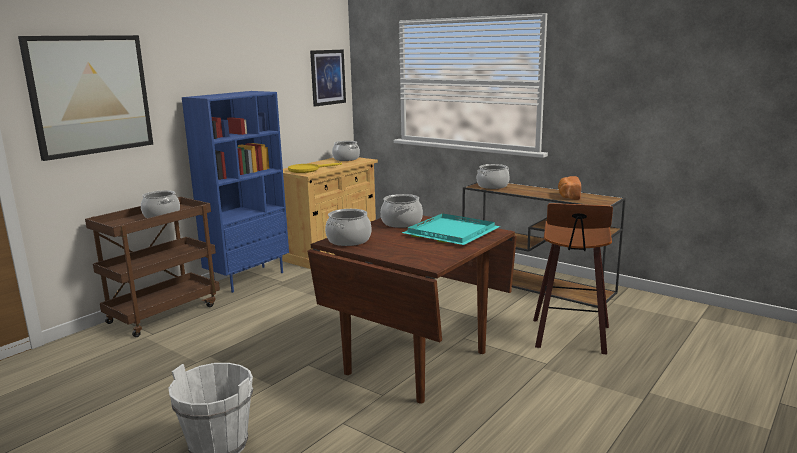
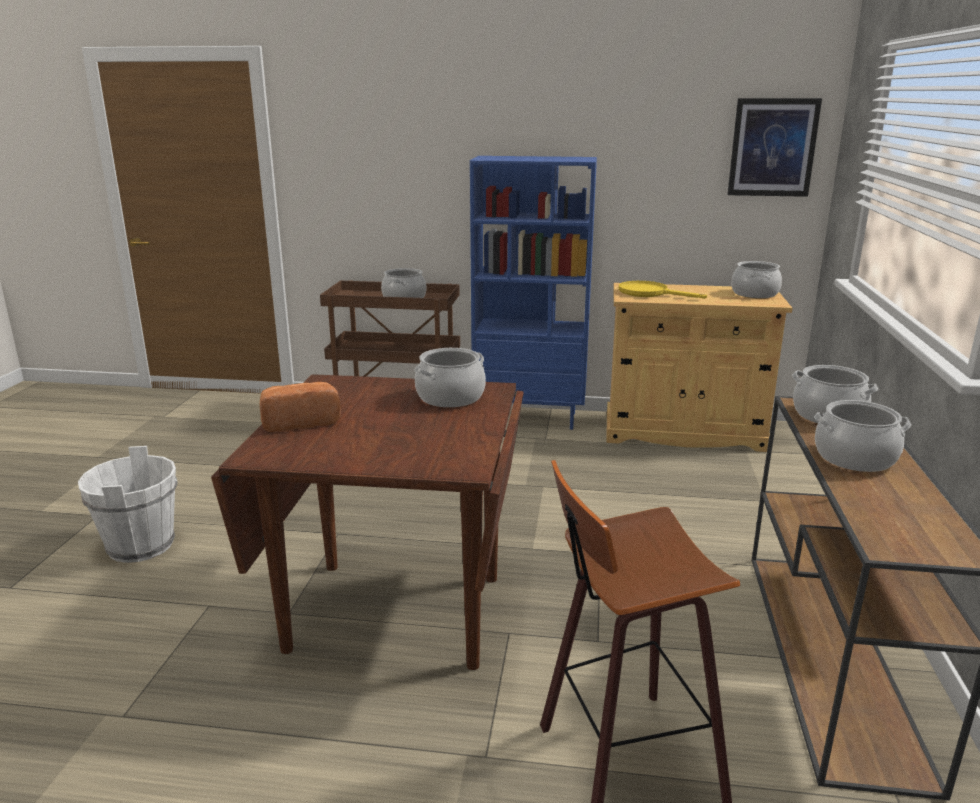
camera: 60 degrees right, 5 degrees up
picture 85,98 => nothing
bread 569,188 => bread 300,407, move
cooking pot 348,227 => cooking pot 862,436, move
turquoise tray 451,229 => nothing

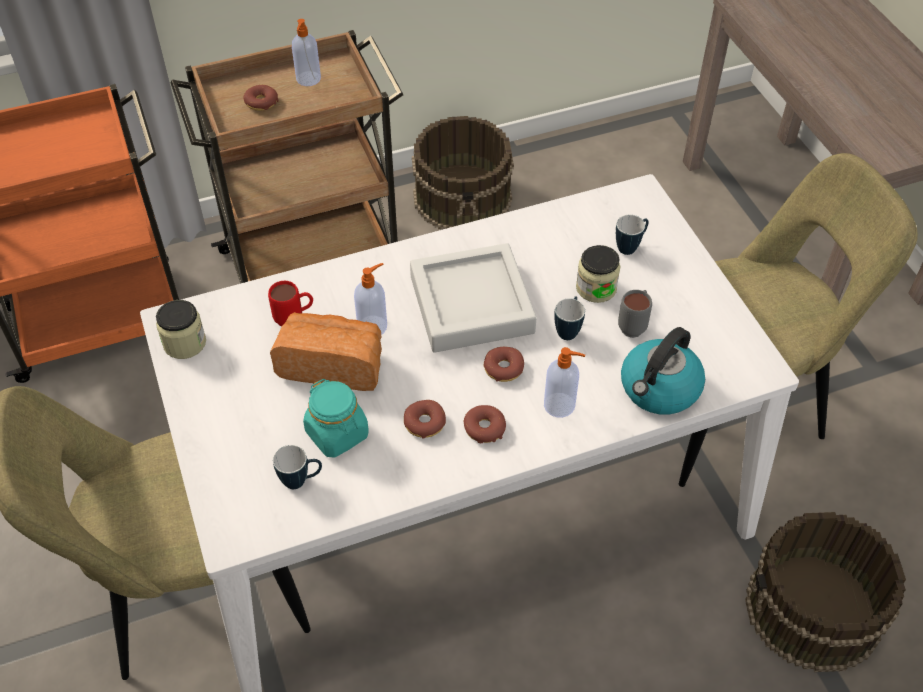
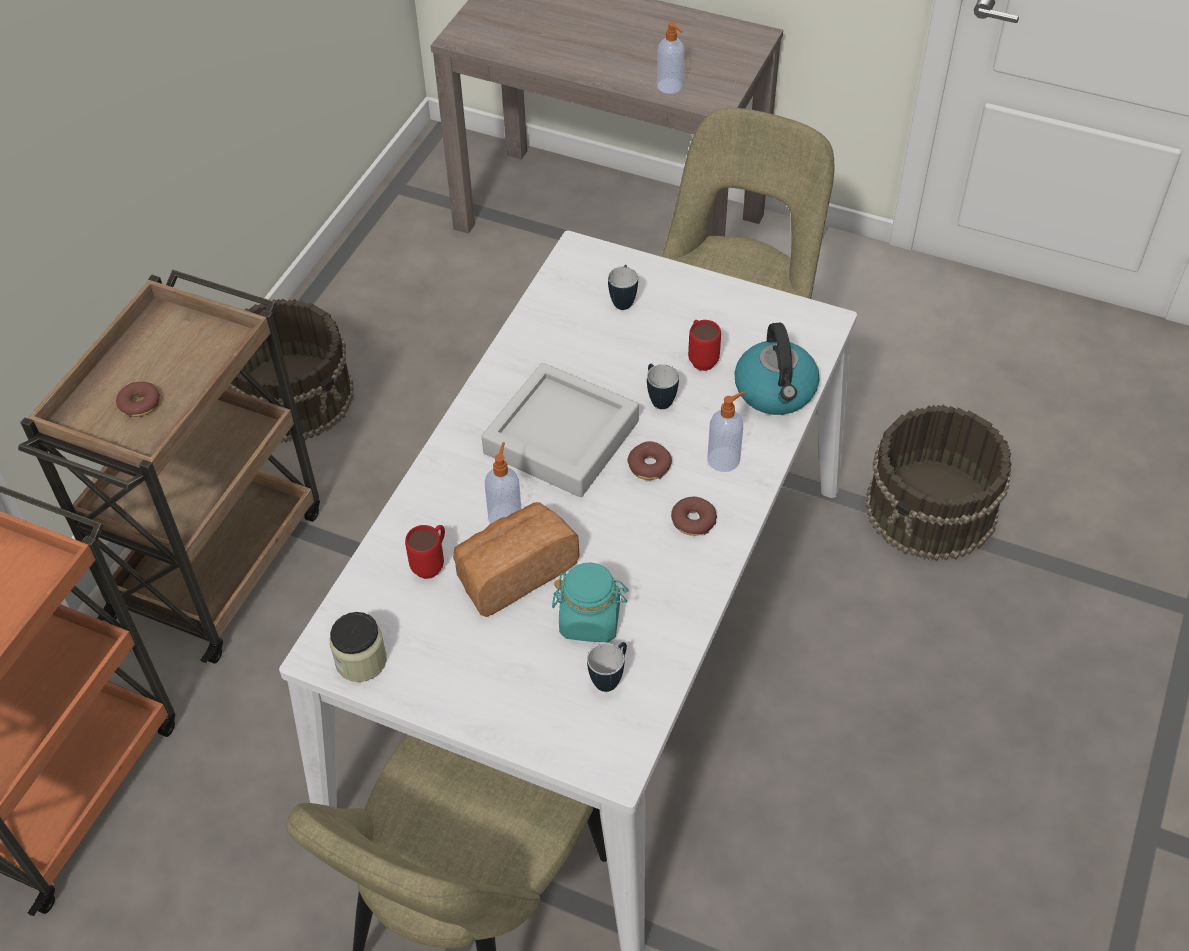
camera: 45 degrees left, 0 degrees up
soap dispenser 306,52 => soap dispenser 670,58, move
jar 598,274 => nothing
grey mug 635,314 => red mug 704,345
donut 425,419 => nothing

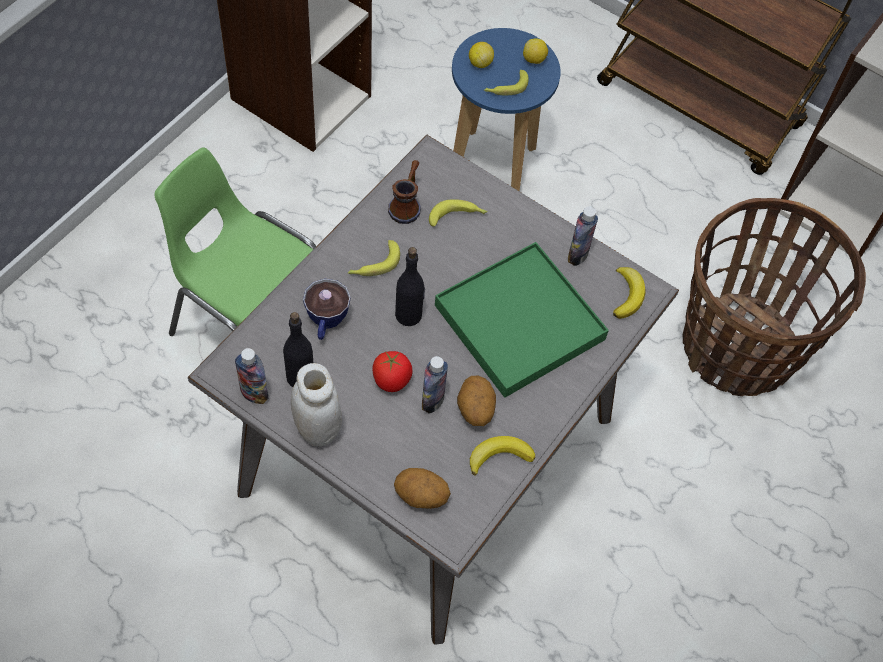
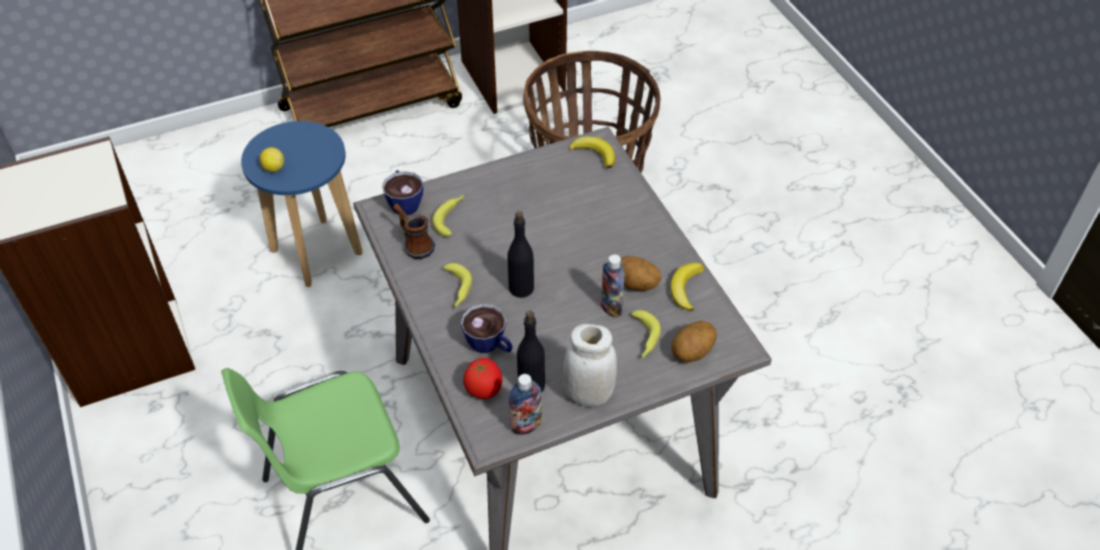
camera: 55 degrees left, 10 degrees down
lemon 535,51 => nothing
banana 506,82 => banana 646,334, move
bottle 583,236 => nothing
green tray 522,320 => nothing
tomato 393,371 => tomato 482,378, move
nothing => cup 403,192

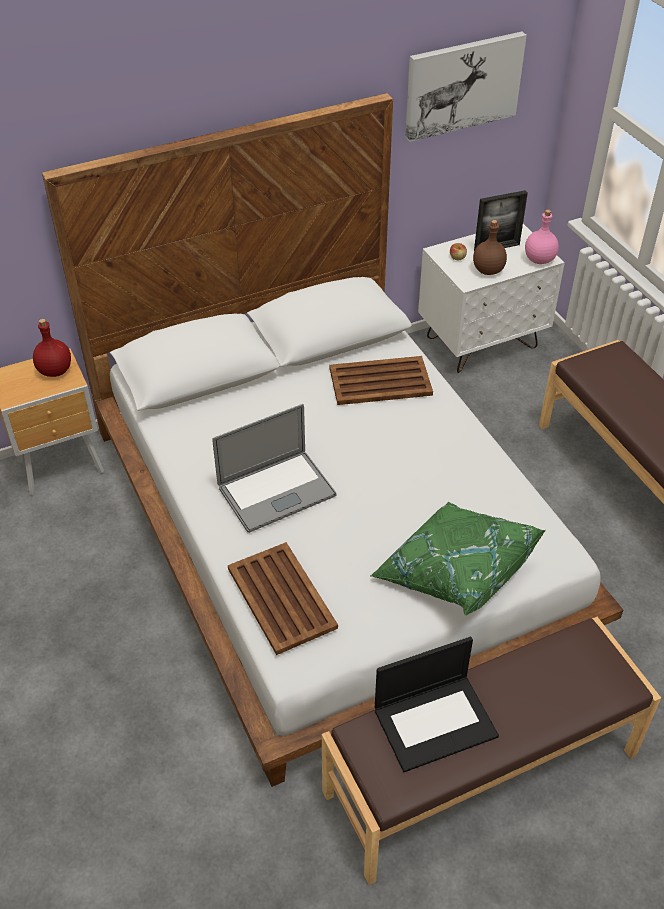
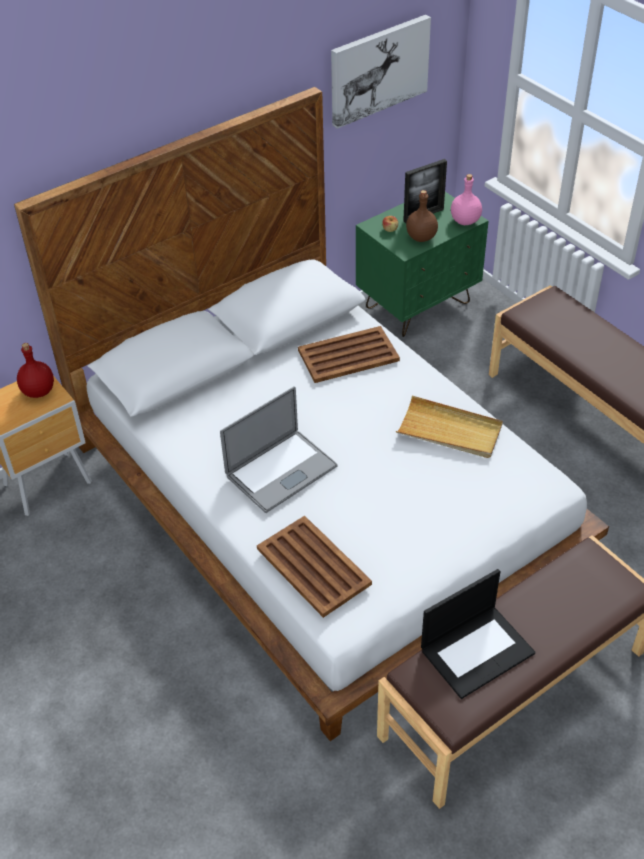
camera: 10 degrees left, 0 degrees up
white nightstand 491,298 => green nightstand 422,264
green pillow 458,559 => nothing
nothing => beige tray 449,427

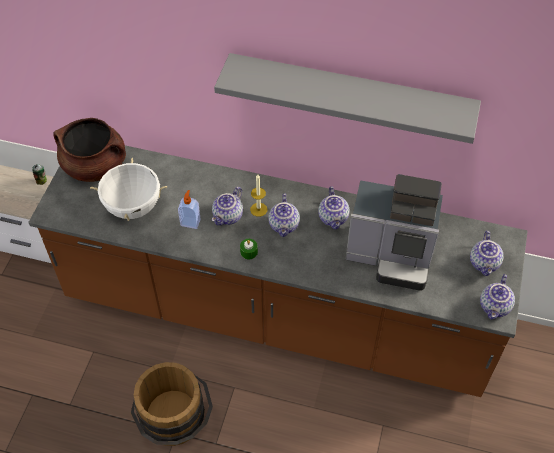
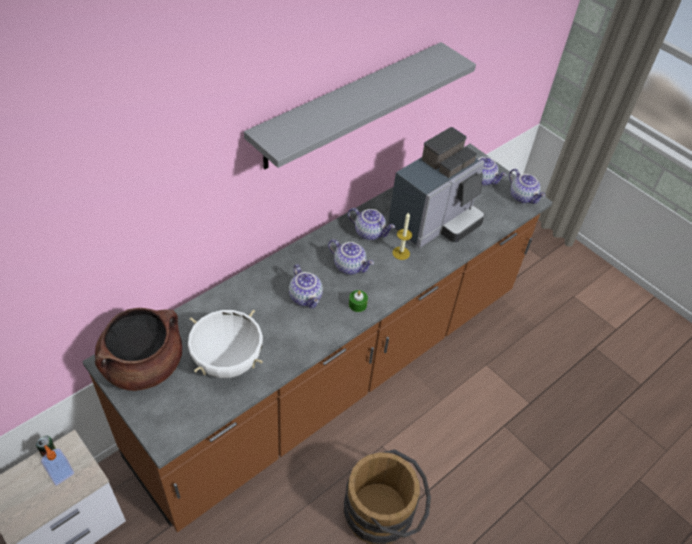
camera: 60 degrees left, 5 degrees down
candle 258,195 => candle 402,236, move
soap dispenser 189,209 => soap dispenser 57,465, move

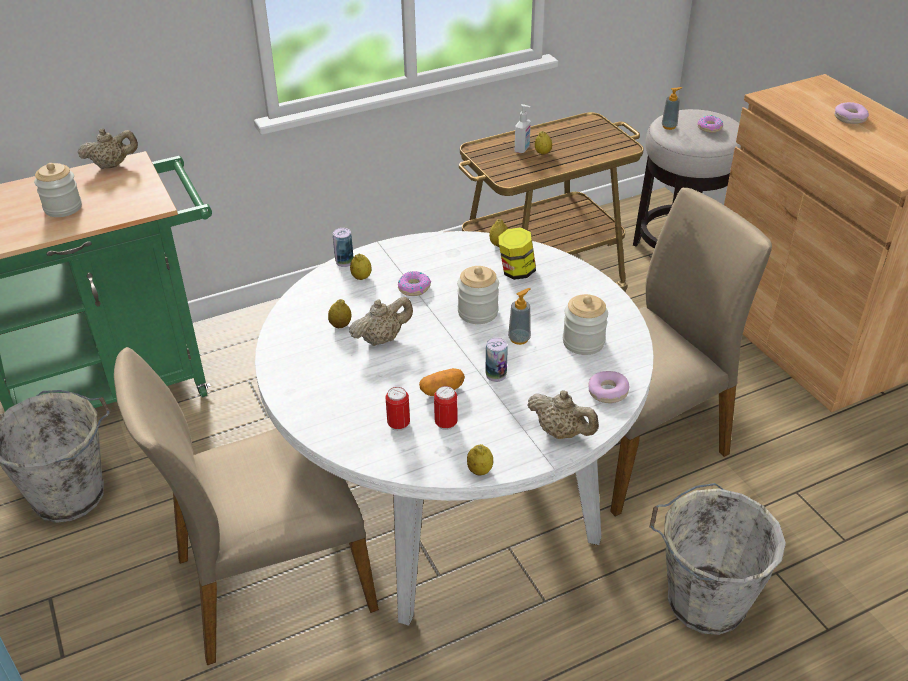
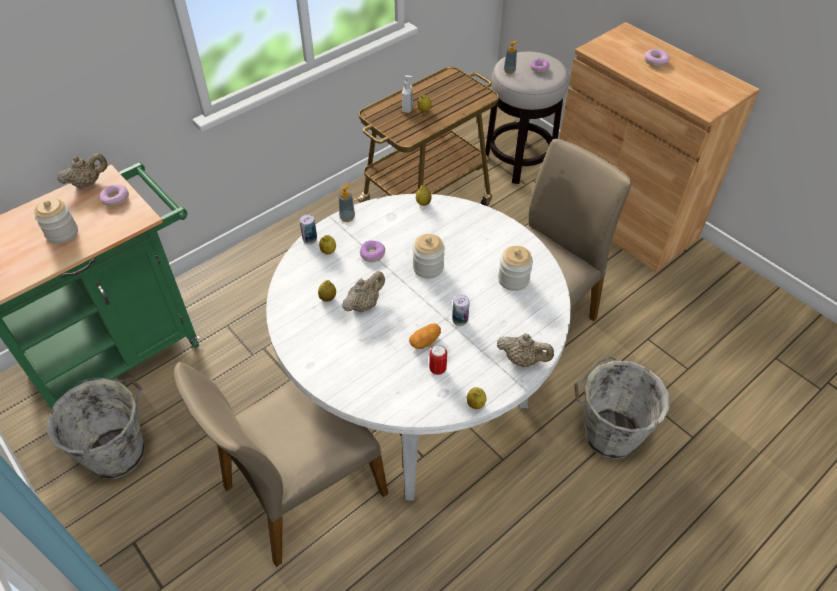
camera: 15 degrees left, 10 degrees up
jar 517,253 => nothing
soap dispenser 519,316 => soap dispenser 347,202, move
donut 609,387 => donut 114,195, move
can 397,409 => nothing

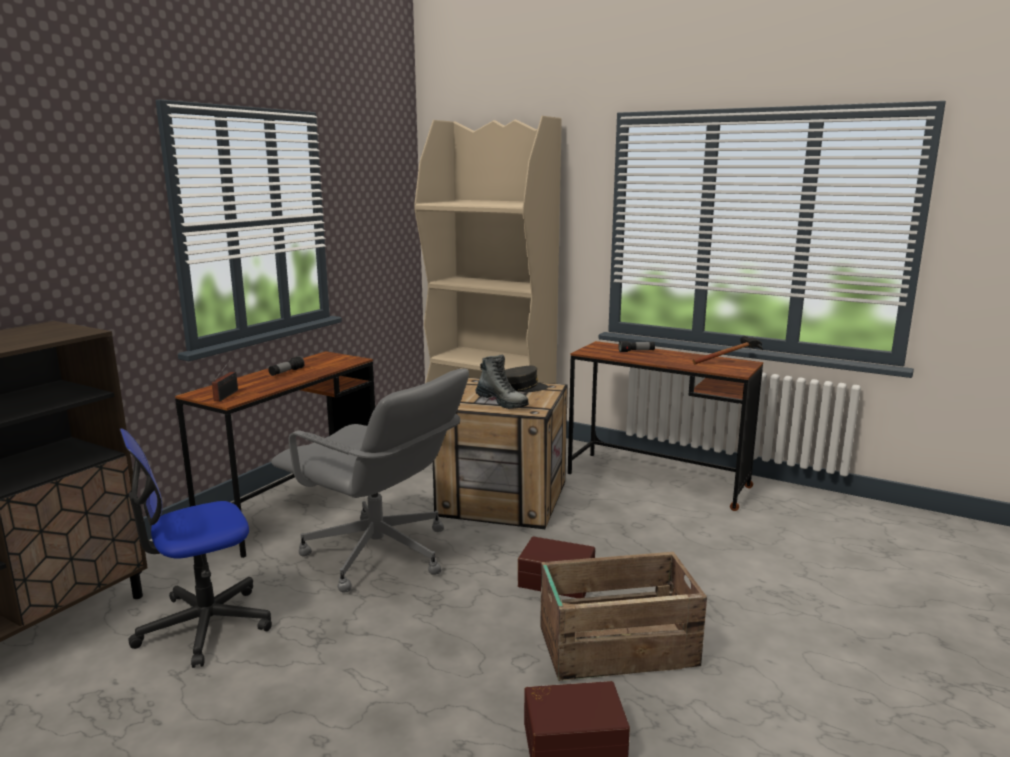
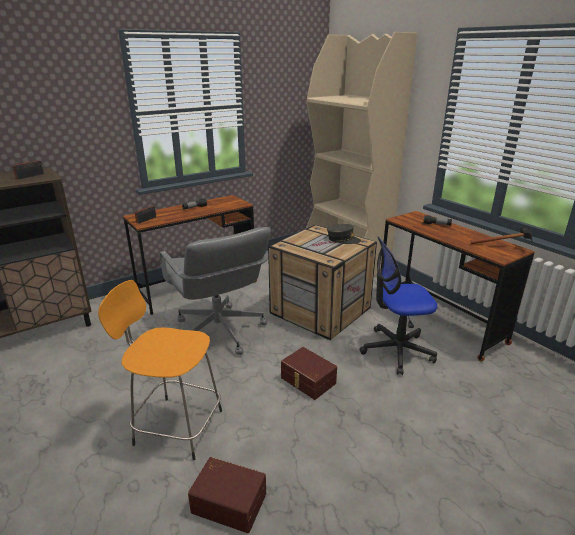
camera: 25 degrees right, 10 degrees up
boot 502,382 => nothing
office chair 195,548 => office chair 398,305, move
crate 623,616 => nothing
nothing => radio 28,166
nothing => orange stool 160,370

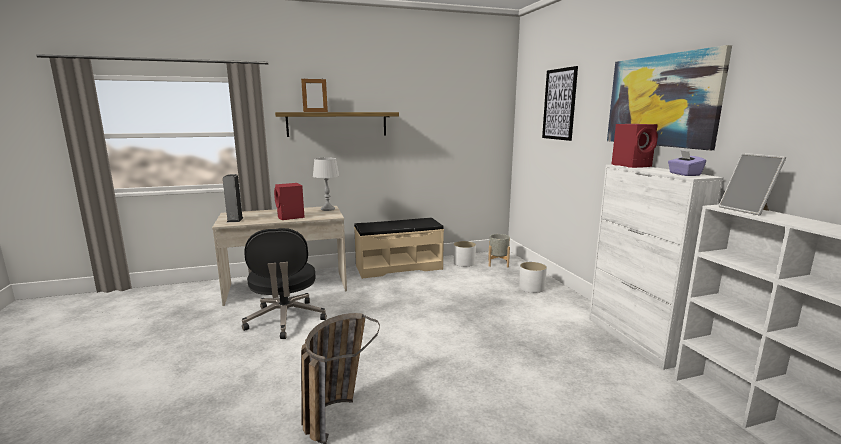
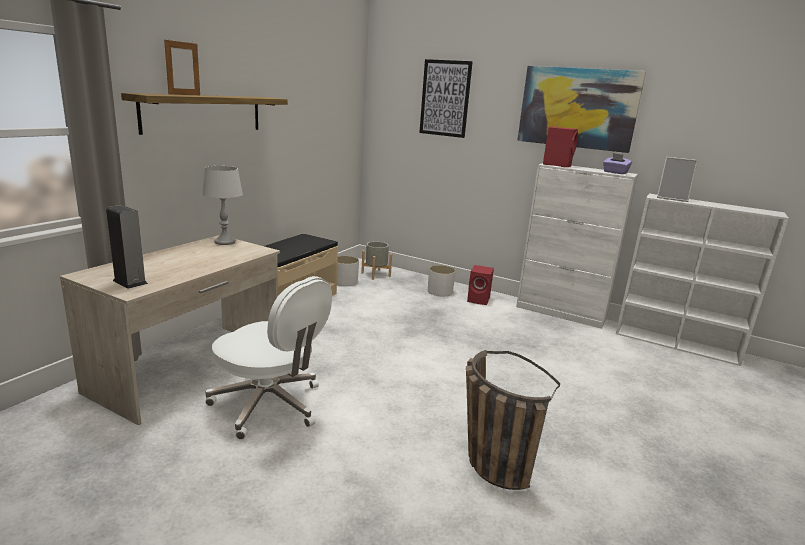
camera: 45 degrees left, 5 degrees up
red speaker 289,201 => red speaker 480,285, move
black office chair 284,283 => white office chair 268,358

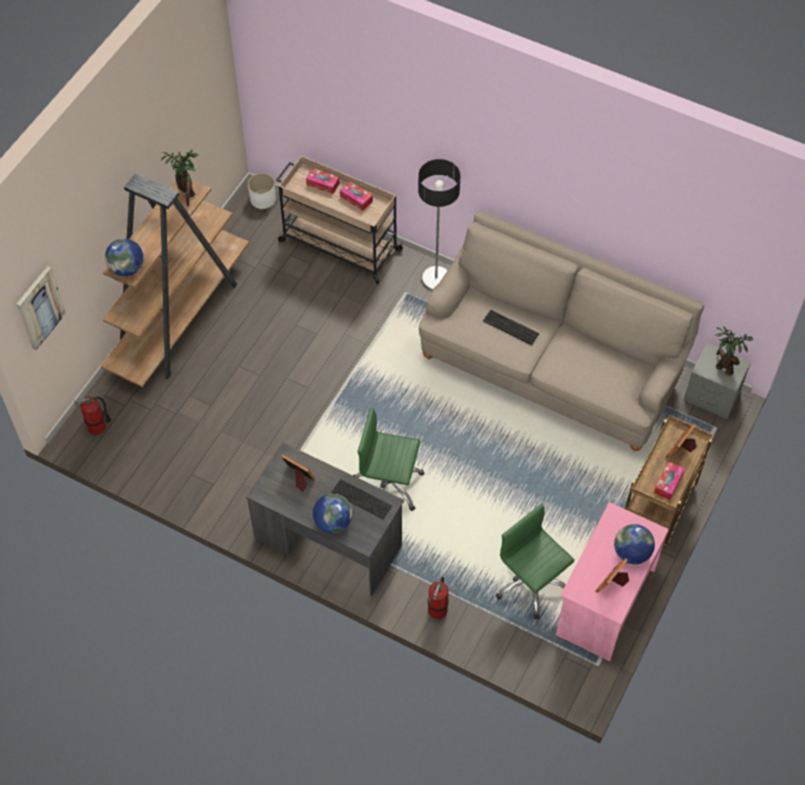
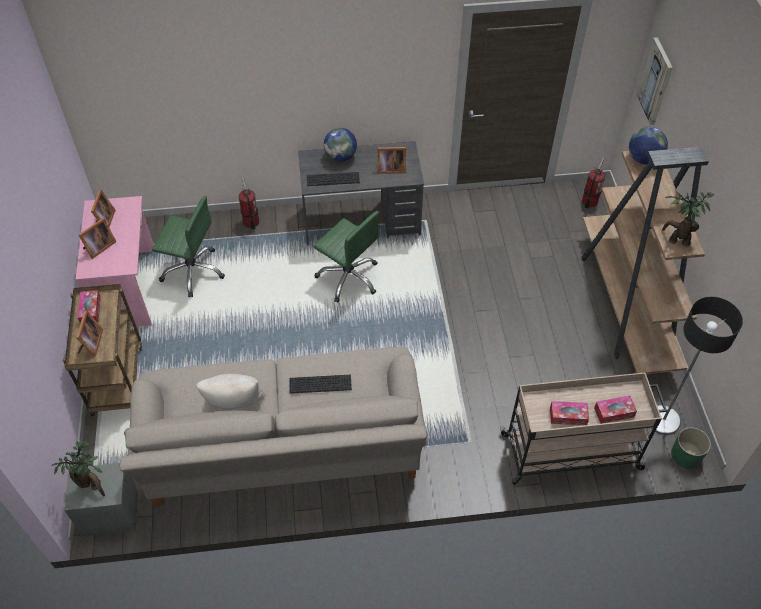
camera: 145 degrees right, 5 degrees down
floor lamp 439,225 => floor lamp 697,366, move
white planter 262,191 => green planter 691,447
green office chair 388,459 => green office chair 346,256, 60 degrees clockwise
globe 634,544 => picture frame 98,238
nothing => beige pillow 231,391

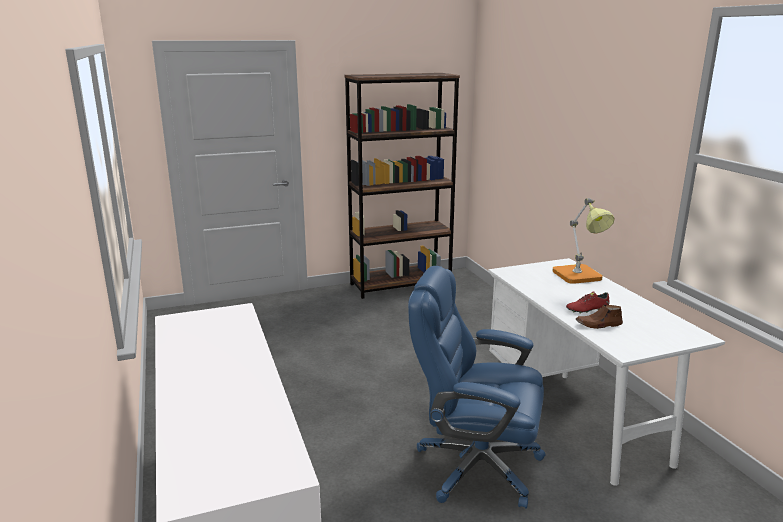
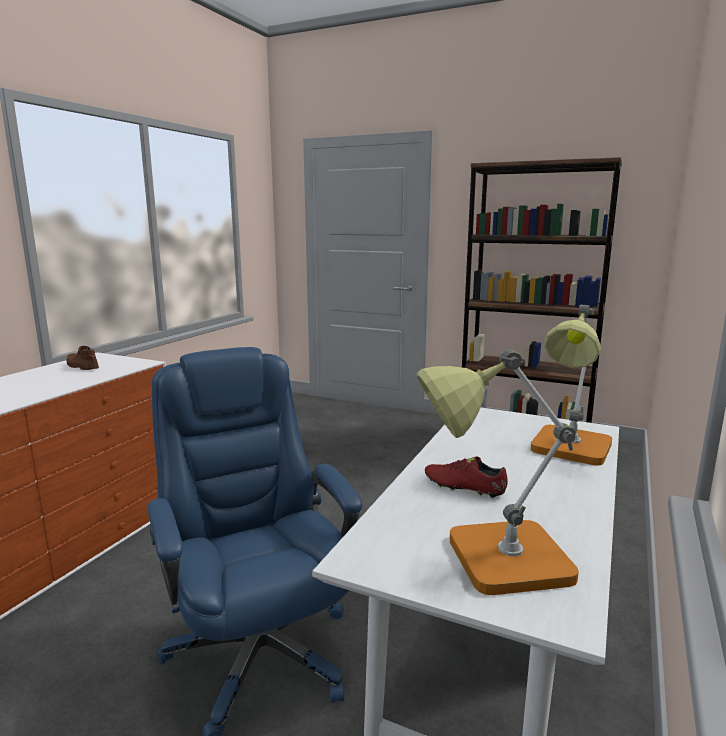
camera: 45 degrees right, 5 degrees down
brown shoe 599,317 => brown shoe 83,358, move
nothing => table lamp 497,472

